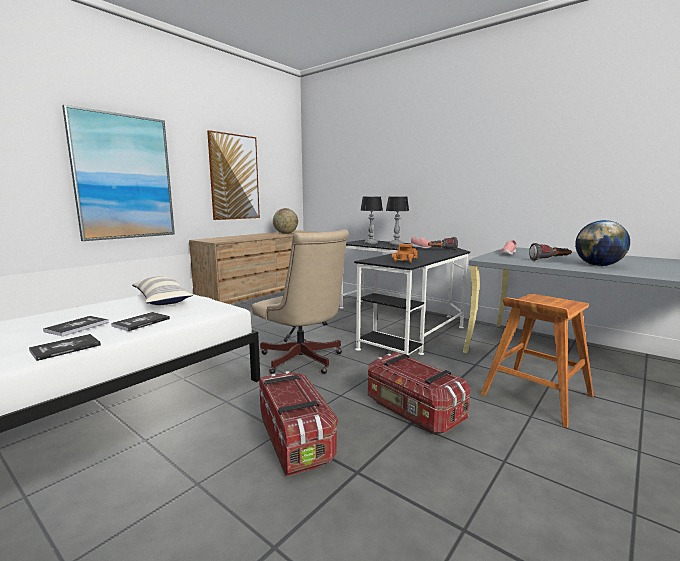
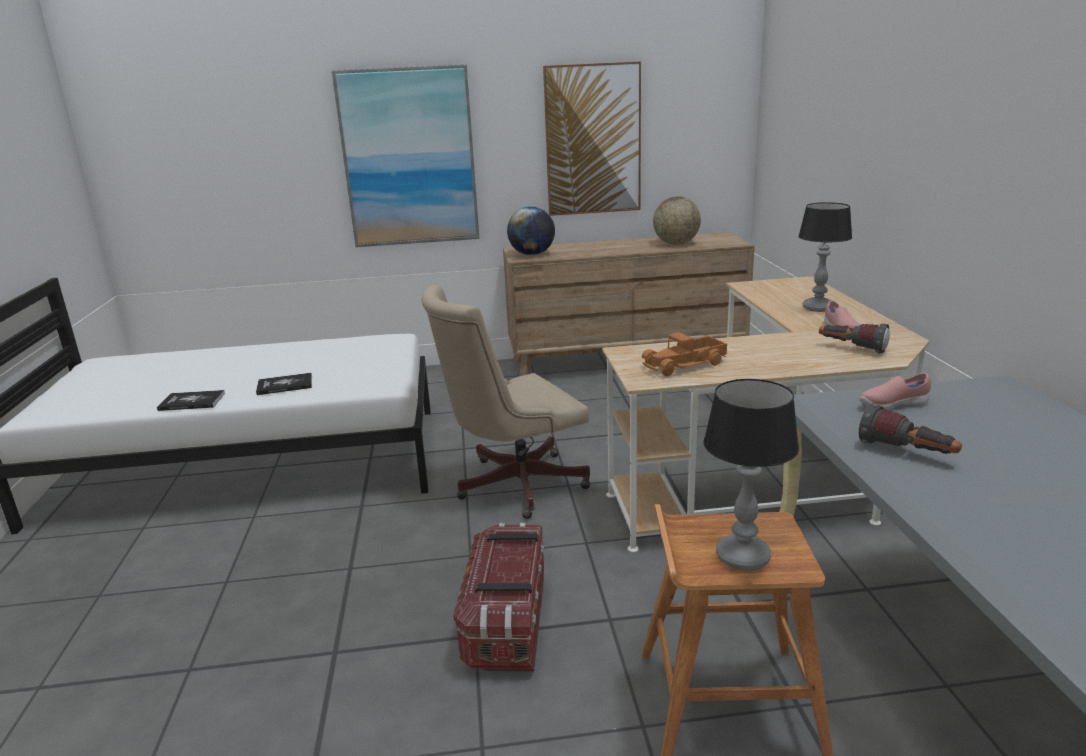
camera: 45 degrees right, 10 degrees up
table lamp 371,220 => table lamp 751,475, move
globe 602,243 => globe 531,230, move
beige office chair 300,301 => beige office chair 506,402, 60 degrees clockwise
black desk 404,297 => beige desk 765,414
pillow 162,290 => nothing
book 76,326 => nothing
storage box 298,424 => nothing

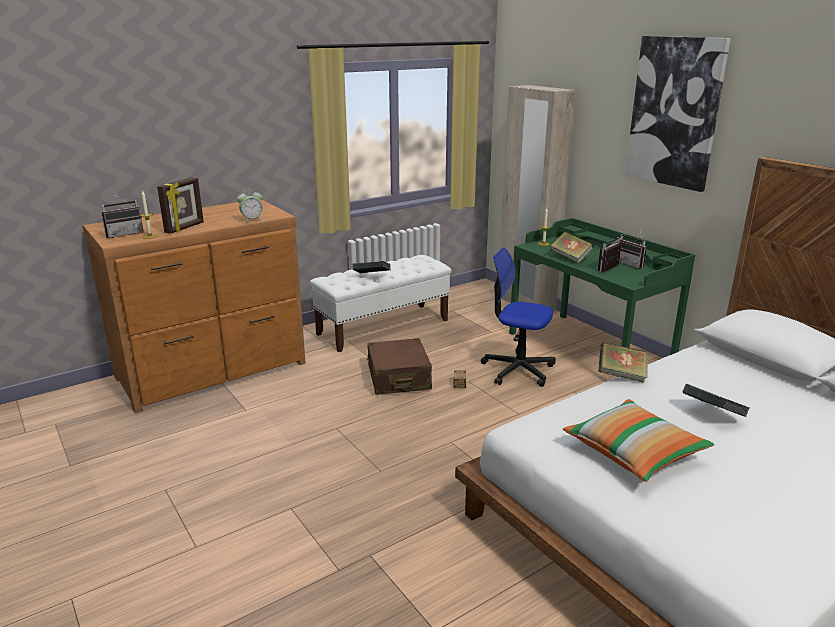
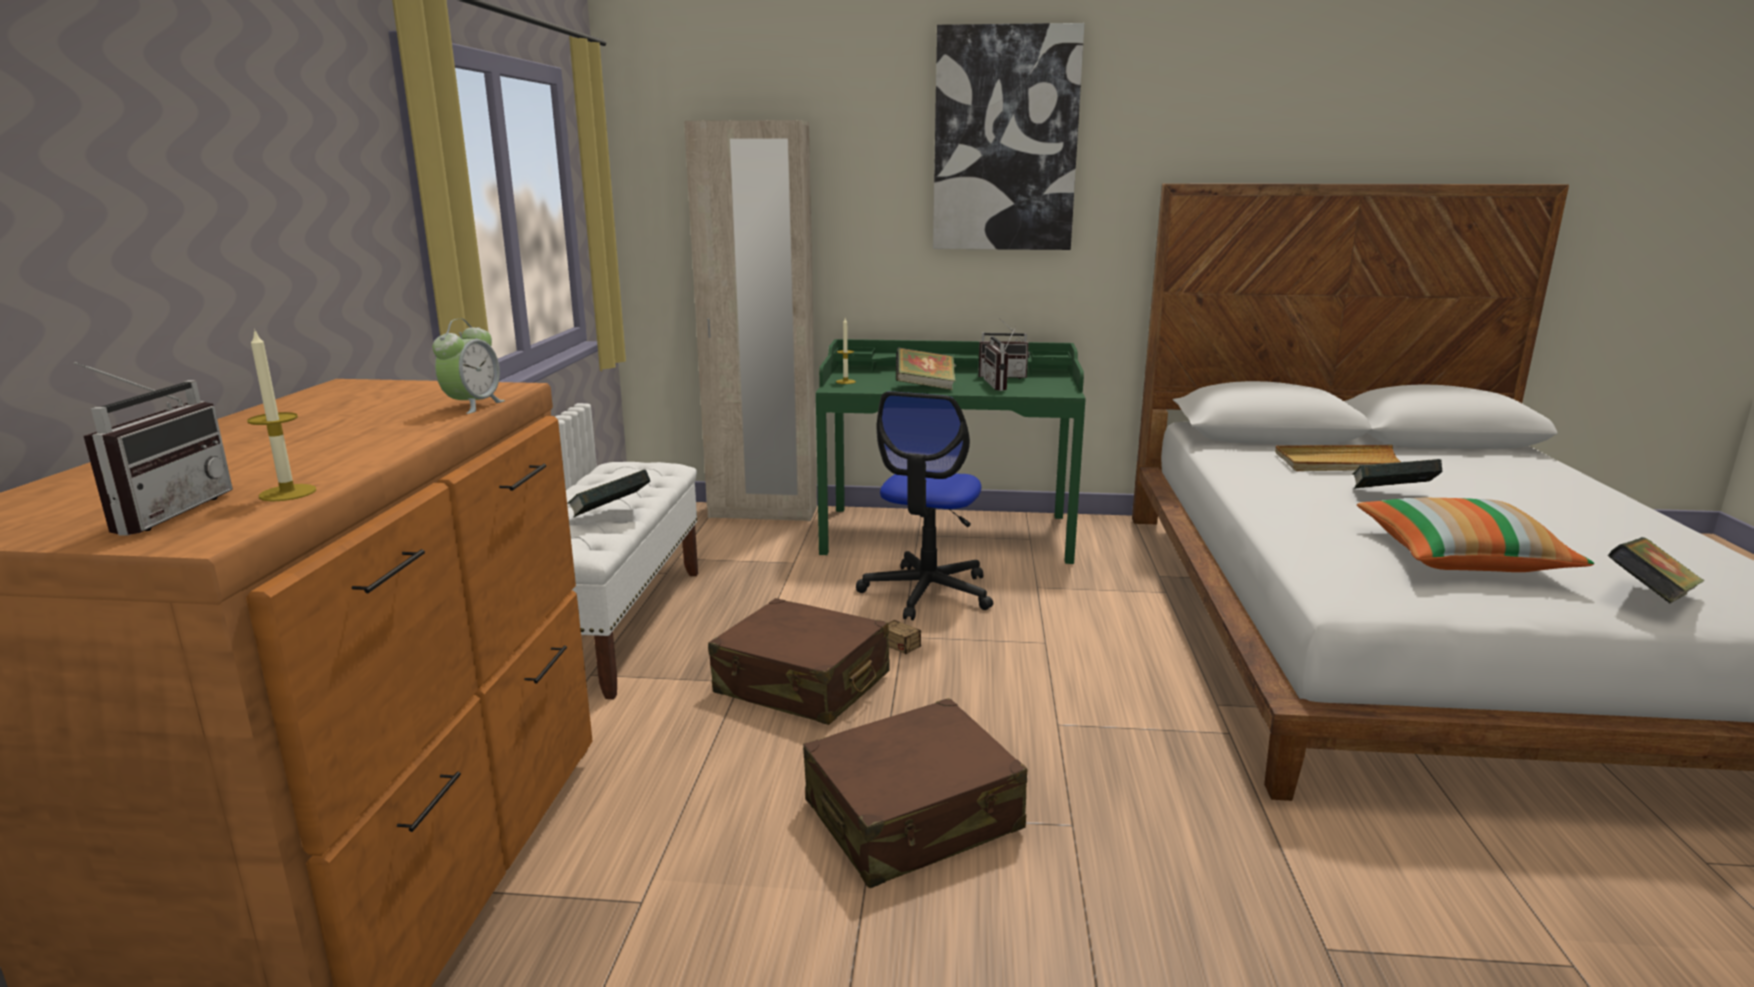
camera: 50 degrees left, 5 degrees down
picture frame 180,205 => nothing
office chair 518,317 => office chair 924,505, 45 degrees counterclockwise
book 623,362 => book 1656,570, move
nothing => beige tray 1338,458
nothing => brown suitcase 915,793

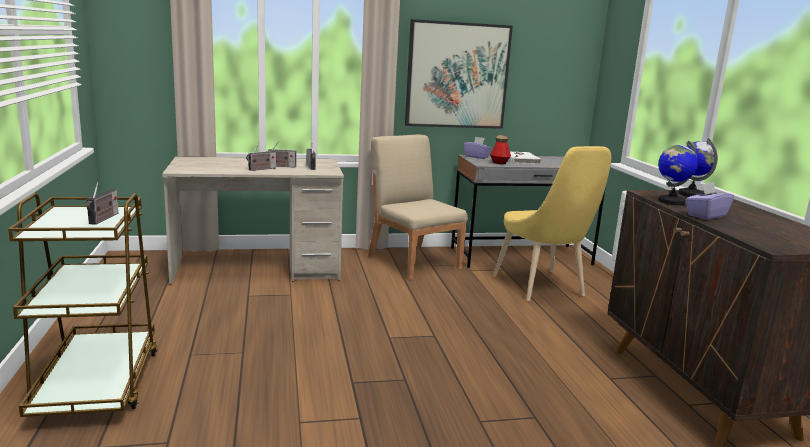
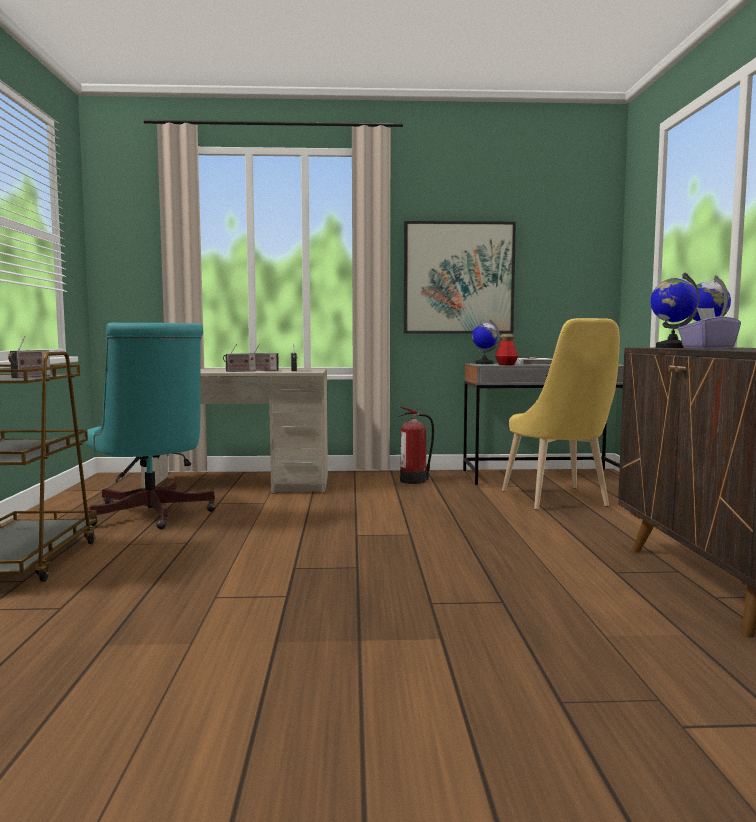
camera: 10 degrees right, 10 degrees down
beige chair 418,207 => fire extinguisher 416,445
purple tissue box 478,148 => globe 486,341
nothing => turquoise office chair 150,426

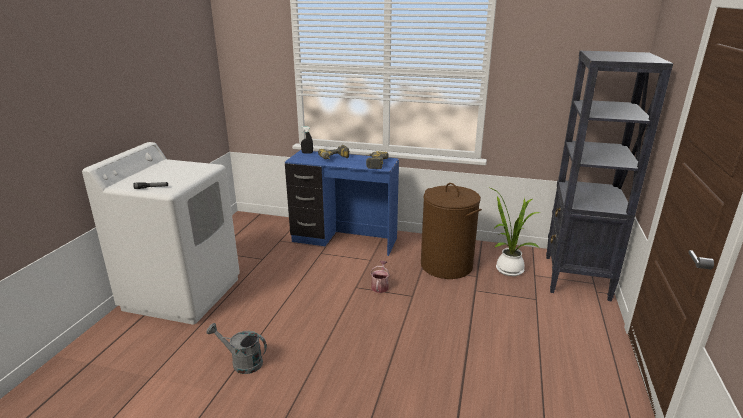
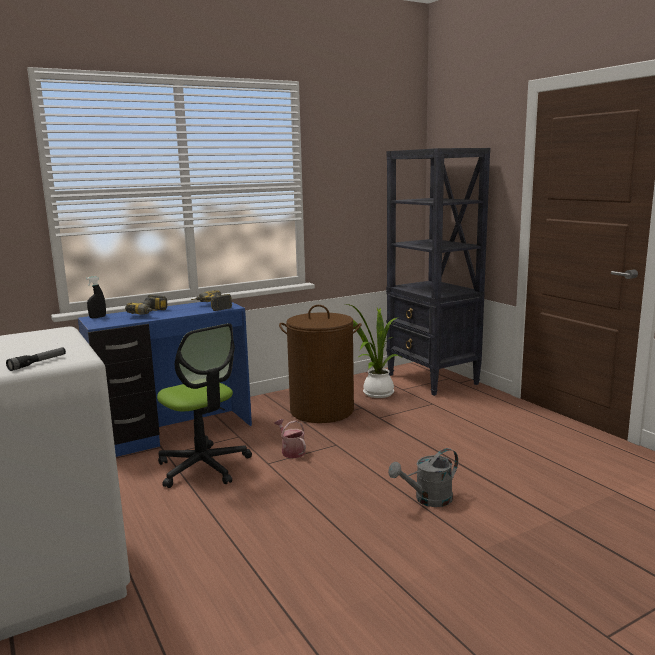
camera: 45 degrees left, 10 degrees down
grey watering can 236,348 => grey watering can 423,477, move
nothing => office chair 204,405

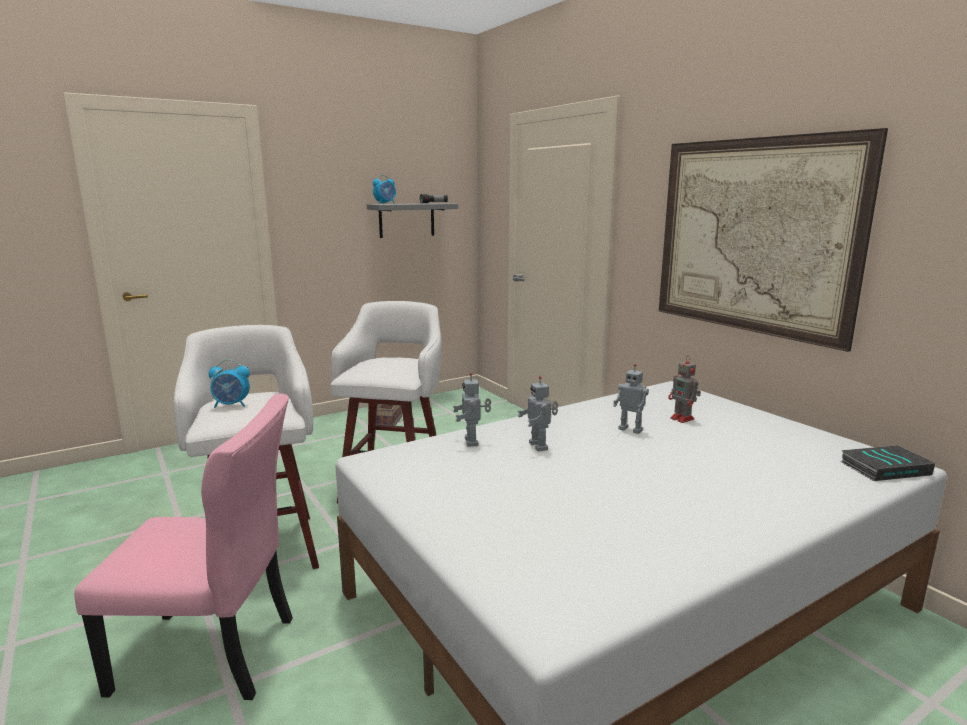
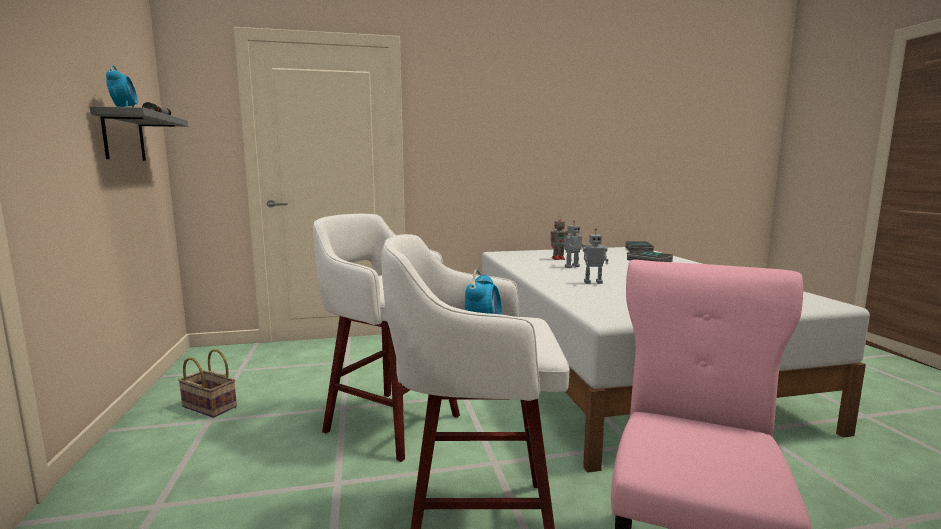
camera: 70 degrees left, 5 degrees down
picture 773,240 => nothing
toy robot 472,410 => nothing
nothing => book 650,256

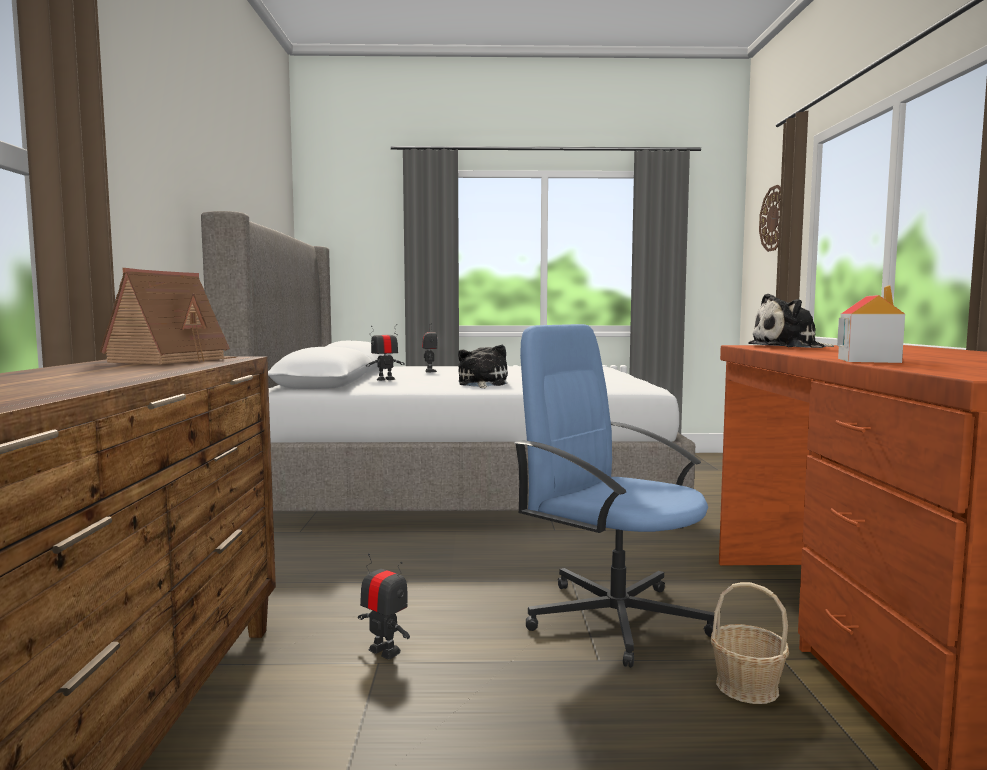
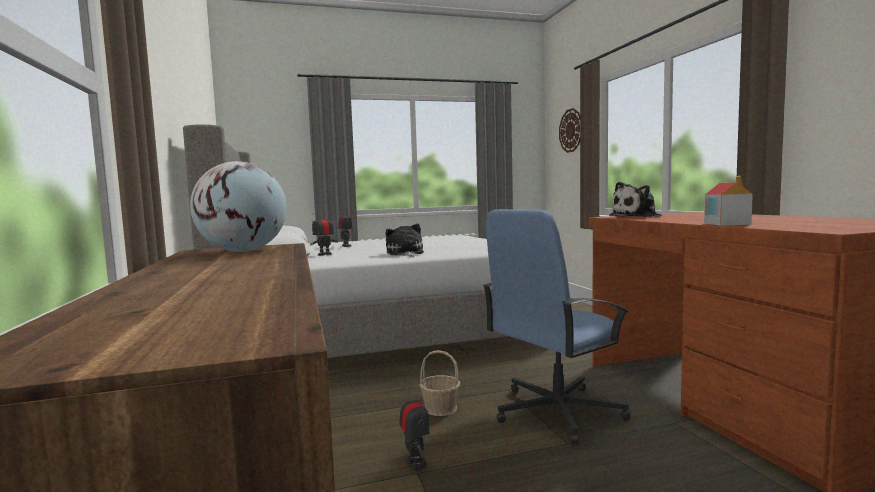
camera: 15 degrees left, 0 degrees up
toy house 168,316 => globe 238,206
blue office chair 615,496 => blue office chair 557,327, 60 degrees counterclockwise
toy robot 384,606 => toy robot 414,429, 45 degrees clockwise
basket 750,643 => basket 439,383, move

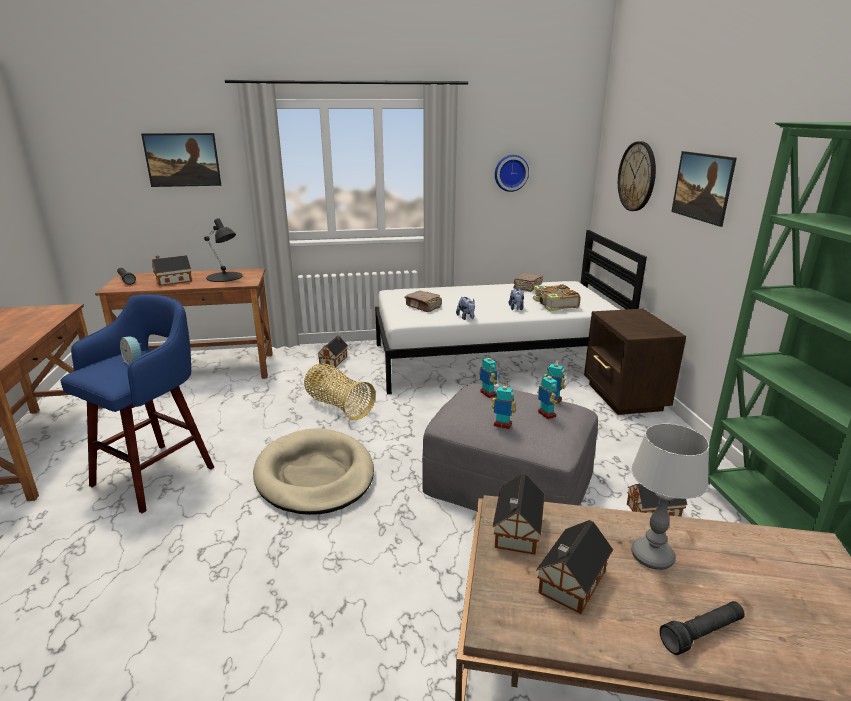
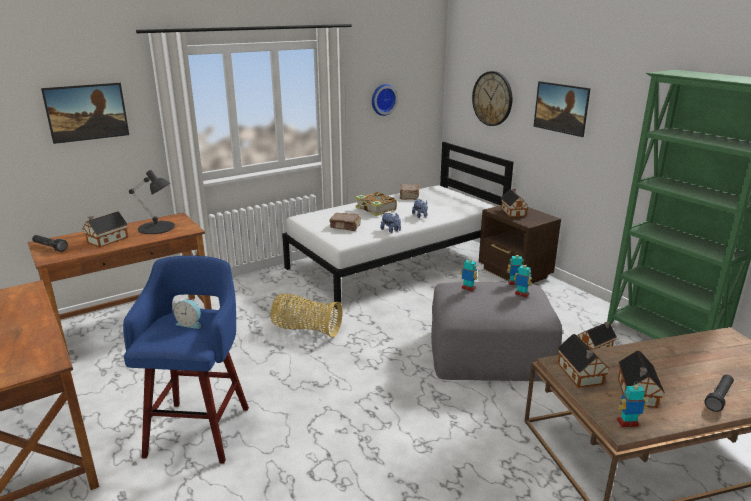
camera: 25 degrees left, 0 degrees up
book 557,297 => book 376,204, move
toy house 332,351 => toy house 515,202, move
toy robot 503,405 => toy robot 632,404, move
table lamp 670,496 => nothing
beige dog bed 313,471 => nothing

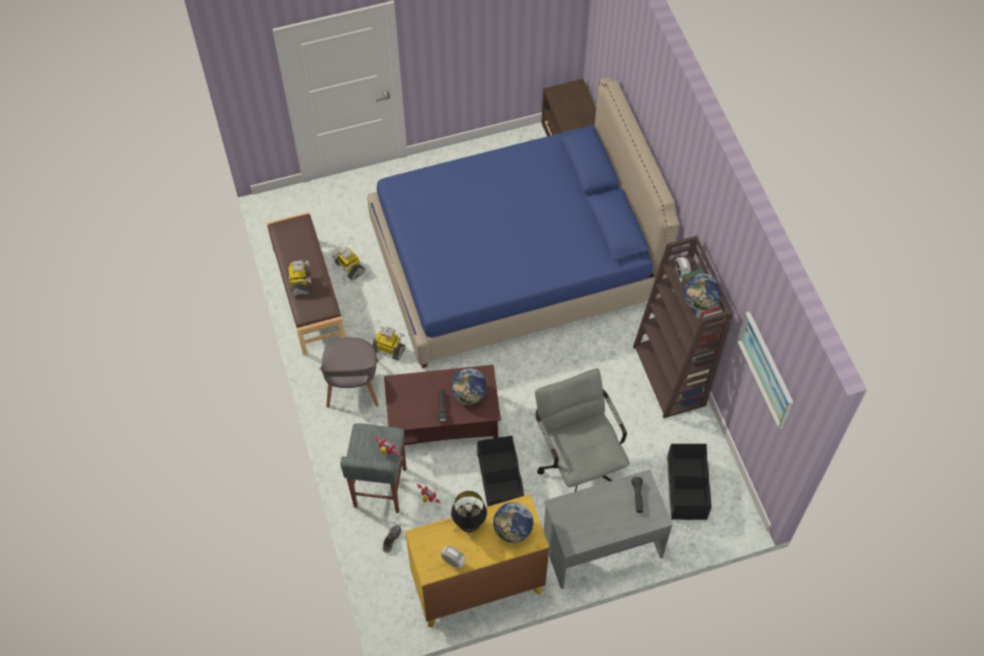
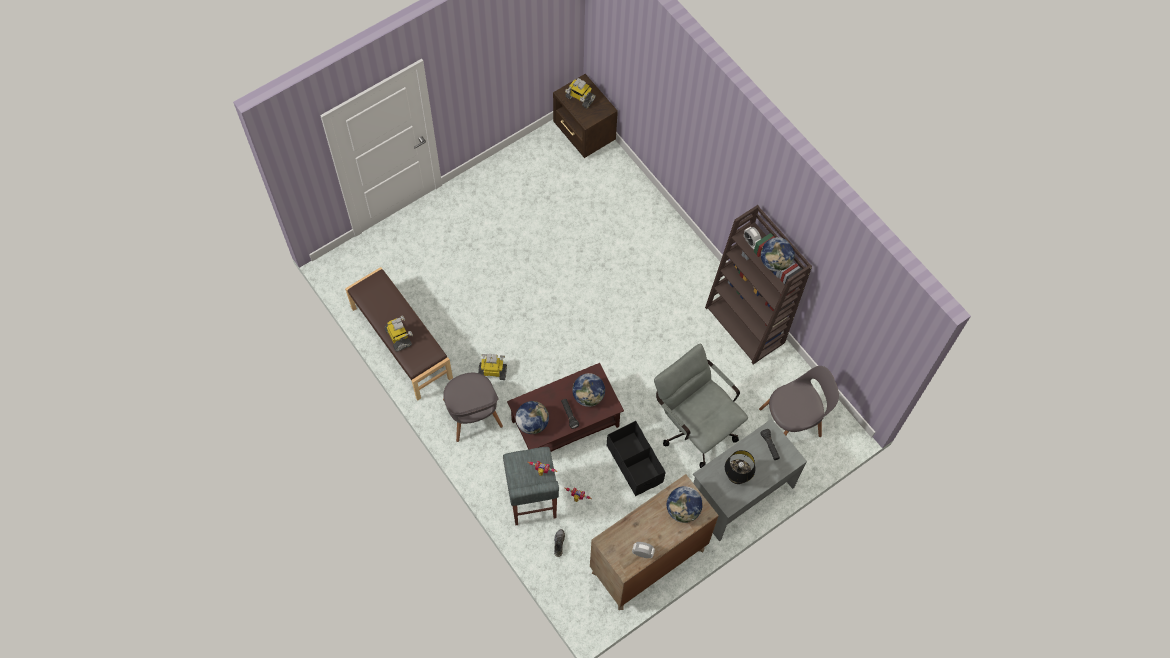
camera: 20 degrees left, 5 degrees up
blue bed 523,222 => nothing
toy robot 348,264 => toy robot 580,93, move
picture 765,370 => nothing
black storage box 689,482 => grey chair 799,401
black table lamp 469,511 => black table lamp 740,467, move
yellow dresser 477,561 => brown dresser 654,542
nothing => globe 532,417

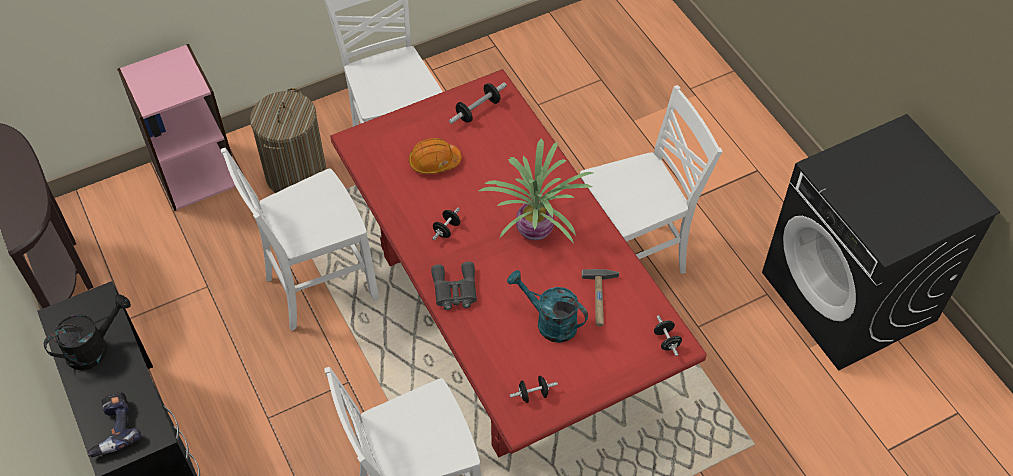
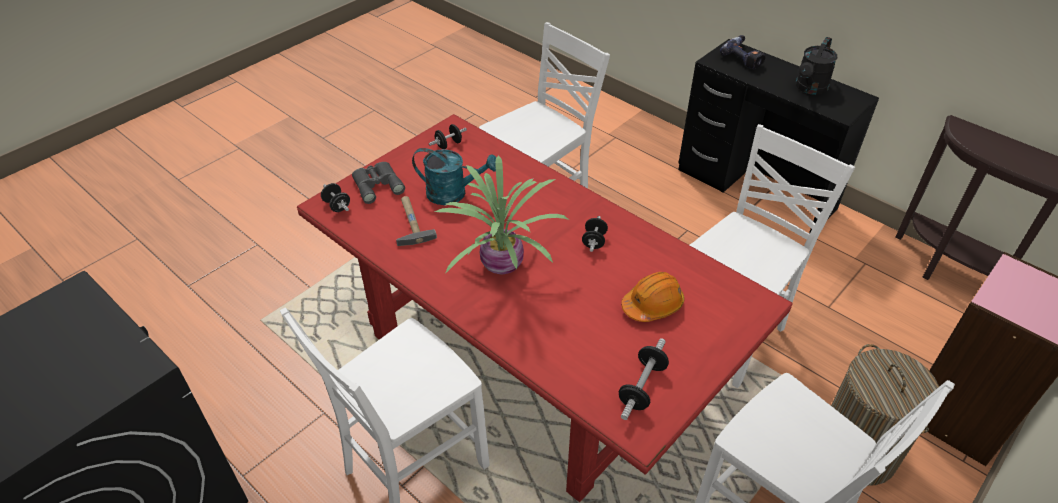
camera: 160 degrees right, 10 degrees down
grey binoculars 454,285 => grey binoculars 378,183, move

